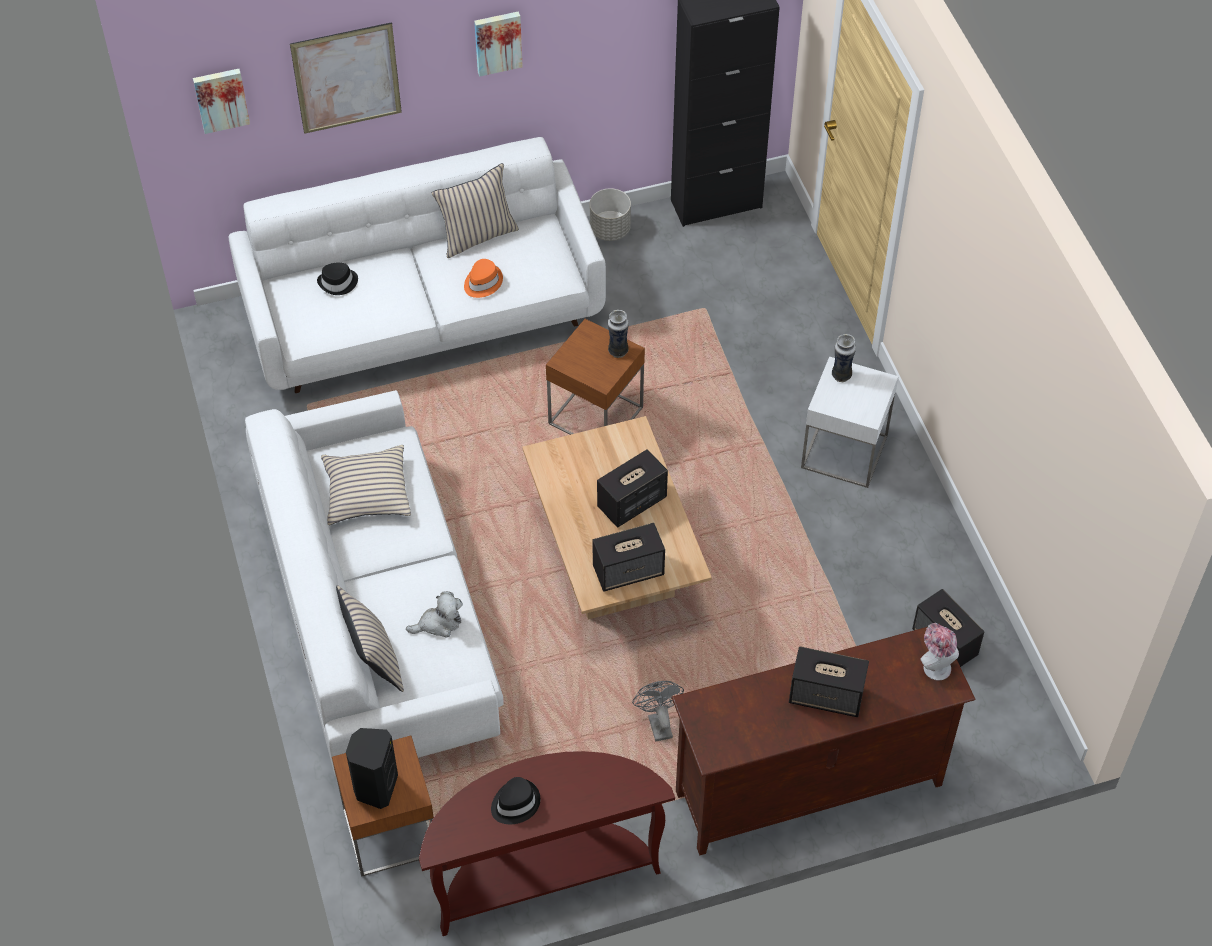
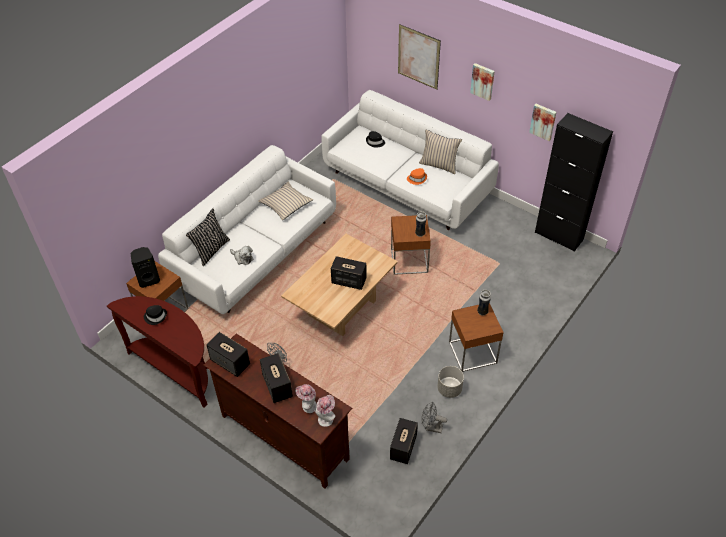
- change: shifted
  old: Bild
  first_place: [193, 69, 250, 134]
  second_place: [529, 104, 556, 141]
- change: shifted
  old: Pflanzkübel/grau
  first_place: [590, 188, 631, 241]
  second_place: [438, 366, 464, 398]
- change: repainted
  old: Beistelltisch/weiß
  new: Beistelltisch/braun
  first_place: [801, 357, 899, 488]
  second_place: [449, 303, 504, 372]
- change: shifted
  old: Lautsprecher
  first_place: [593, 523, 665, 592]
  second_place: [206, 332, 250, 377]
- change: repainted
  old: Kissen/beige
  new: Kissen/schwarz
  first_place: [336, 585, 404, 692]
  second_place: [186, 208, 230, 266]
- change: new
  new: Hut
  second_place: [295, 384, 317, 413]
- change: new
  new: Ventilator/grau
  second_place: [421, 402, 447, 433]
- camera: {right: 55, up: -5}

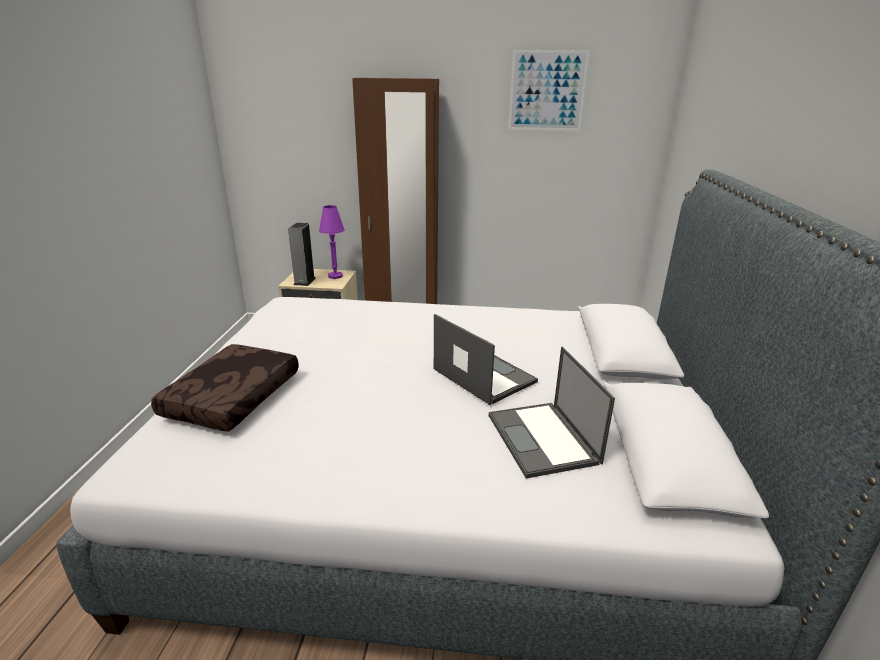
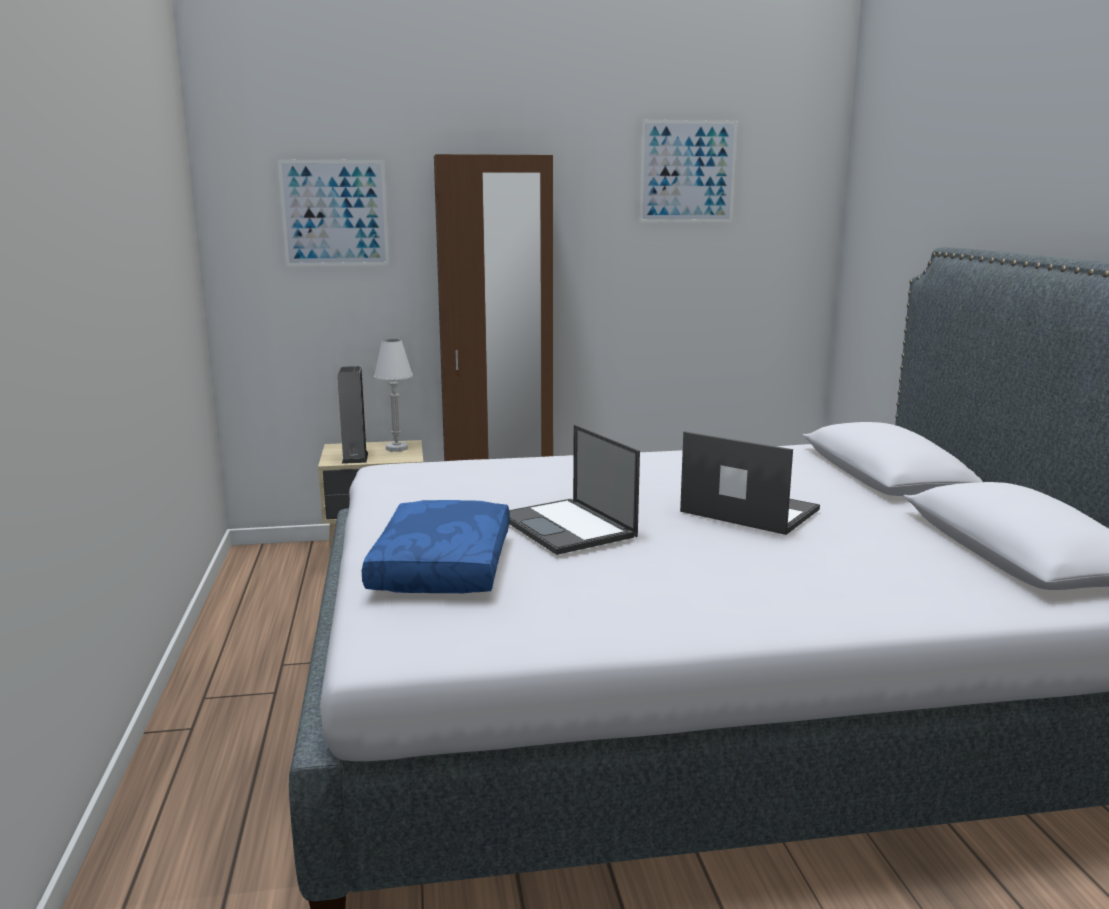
- change: repainted
  old: Tischlampe/lila
  new: Tischlampe/weiß
  first_place: [319, 205, 345, 279]
  second_place: [374, 339, 413, 452]
- change: repainted
  old: Kissen/braun
  new: Kissen/blau
  first_place: [151, 344, 299, 432]
  second_place: [362, 500, 510, 593]
- change: shifted
  old: Laptop
  first_place: [489, 347, 615, 478]
  second_place: [509, 425, 640, 555]
- change: new
  new: Bild
  second_place: [278, 160, 389, 267]
- camera: {right: -15, up: -10}

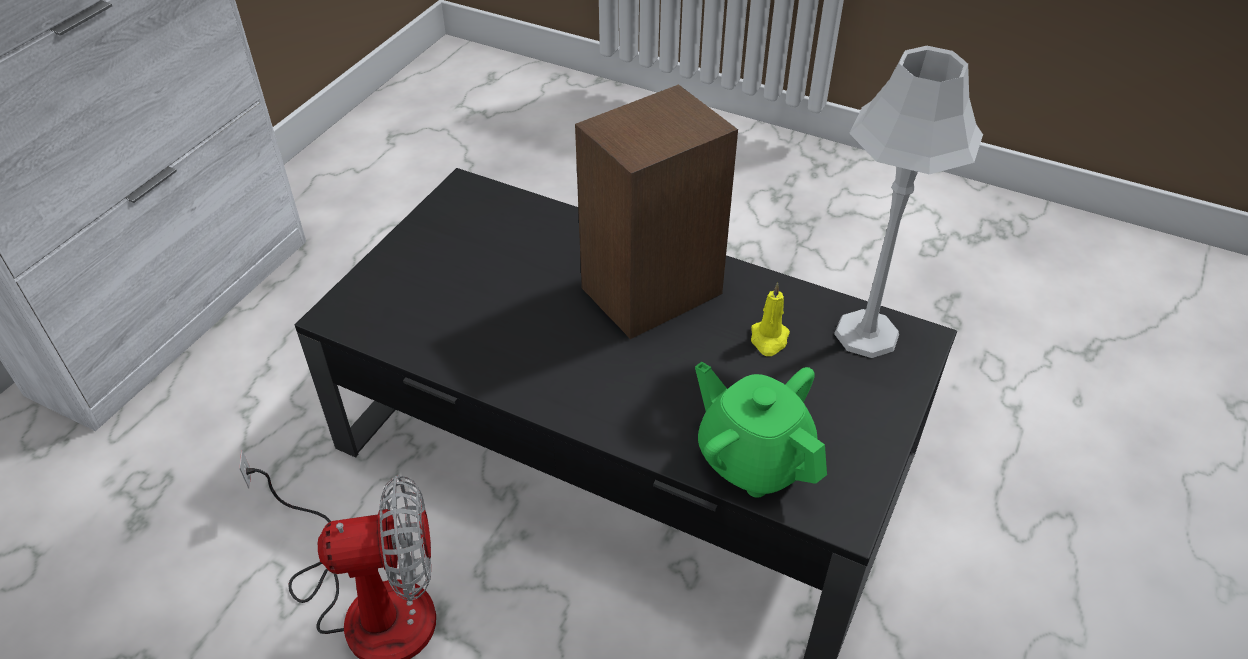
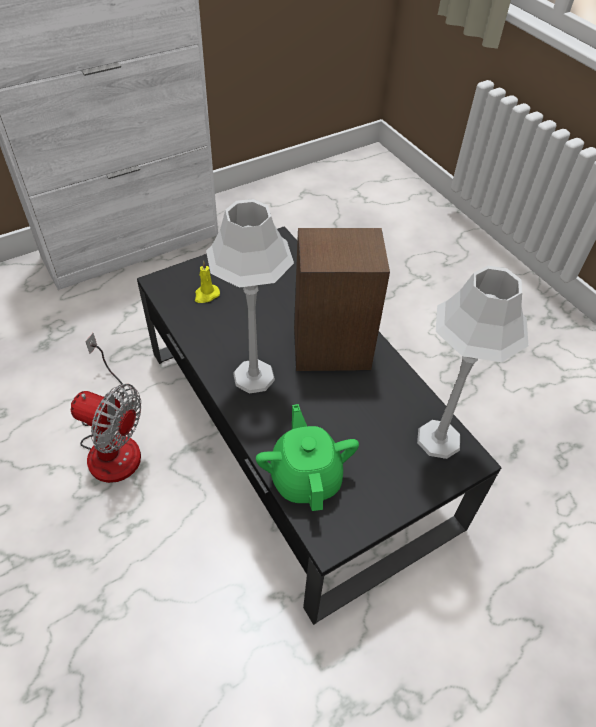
- change: shifted
  old: Kerze/gelb
  first_place: [751, 283, 790, 356]
  second_place: [195, 261, 220, 303]
- change: new
  new: Tischlampe/grau
  second_place: [206, 199, 294, 394]
- camera: {right: 30, up: 5}

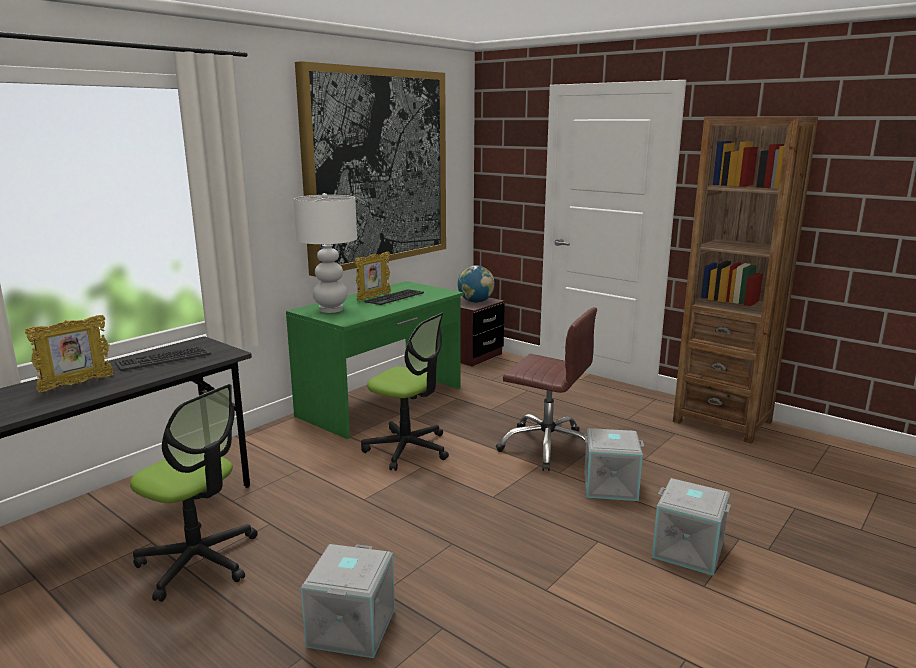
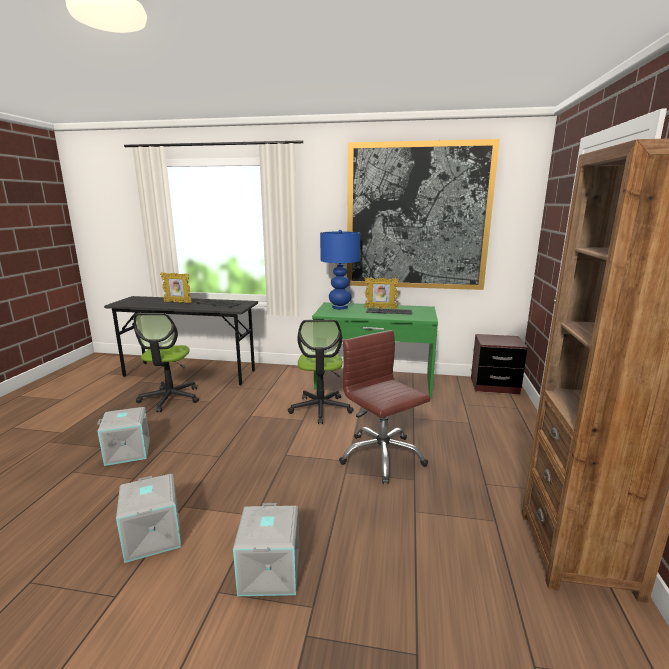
- change: repainted
  old: Tischlampe/weiß
  new: Tischlampe/blau
  first_place: [294, 193, 357, 313]
  second_place: [320, 230, 360, 309]
- change: gone
  old: Globus
  first_place: [458, 265, 495, 303]
- change: rotated
  old: Bürostuhl/braun
  first_place: [496, 307, 597, 471]
  second_place: [339, 330, 430, 484]
  degrees: 150
- change: shifted
  old: Aufbewahrungsbox/grau
  first_place: [584, 428, 644, 501]
  second_place: [116, 474, 181, 563]
- camera: {right: 60, up: 0}

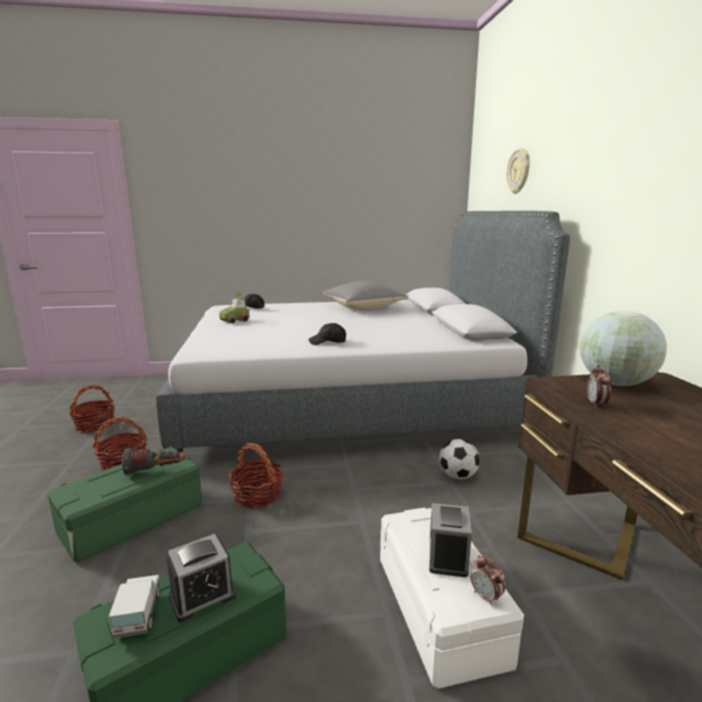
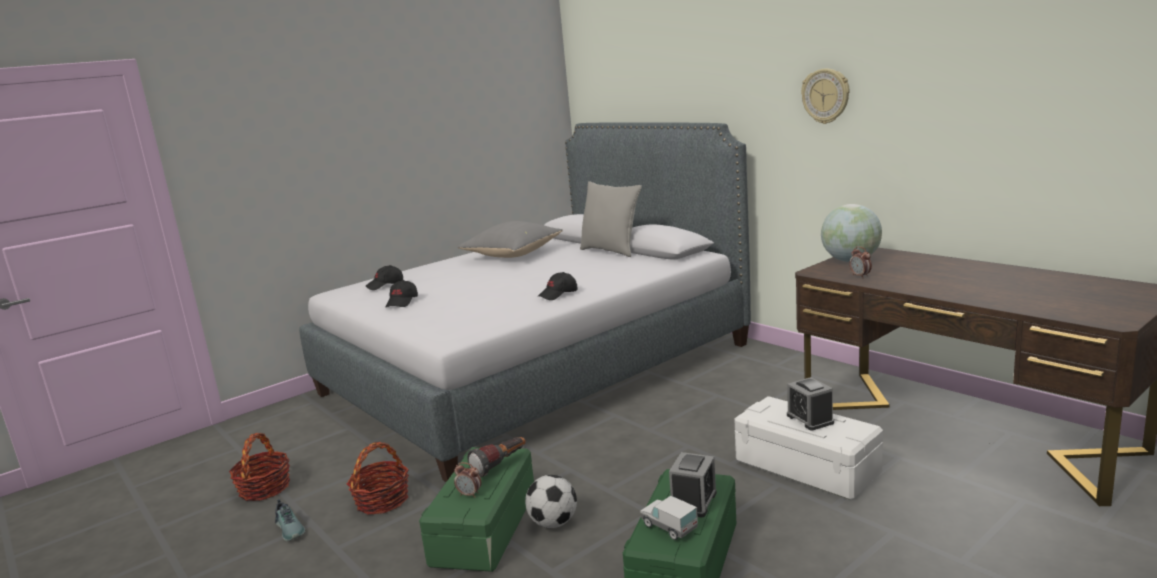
- change: shifted
  old: Wanduhr
  first_place: [507, 148, 530, 194]
  second_place: [801, 68, 849, 124]
- change: swapped
  old: Spielzeugauto
  new: Kappe/schwarz
  first_place: [219, 292, 249, 323]
  second_place: [385, 280, 418, 308]
- change: shifted
  old: Fußball
  first_place: [439, 439, 480, 479]
  second_place: [525, 475, 577, 528]
- change: gone
  old: Korb
  first_place: [229, 443, 283, 509]
- change: shifted
  old: Wecker
  first_place: [470, 555, 505, 606]
  second_place: [454, 462, 481, 498]
- change: new
  new: Kissen/grau
  second_place: [580, 181, 642, 257]
- change: new
  new: Schuh
  second_place: [275, 499, 305, 541]
- camera: {right: -30, up: 0}

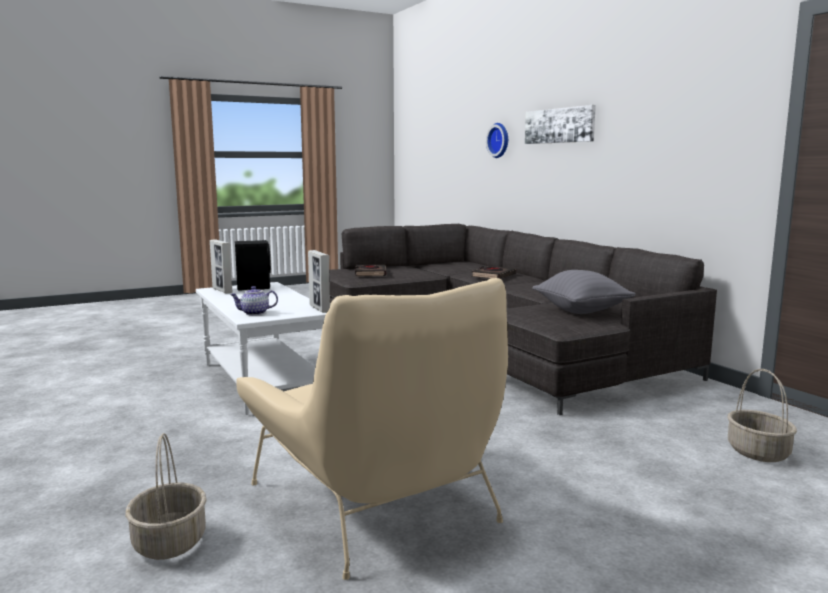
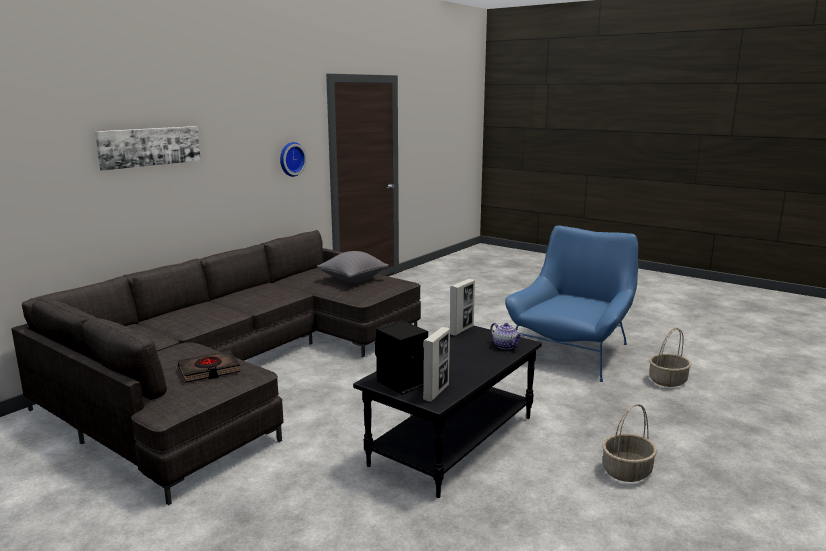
- change: shifted
  old: Wanduhr
  first_place: [486, 123, 508, 158]
  second_place: [280, 142, 307, 177]
- change: gone
  old: Buch/schwarz
  first_place: [472, 266, 516, 279]
- change: repainted
  old: Sessel/beige
  new: Sessel/blau
  first_place: [237, 278, 508, 580]
  second_place: [505, 225, 638, 382]
- change: repainted
  old: Couchtisch/weiß
  new: Couchtisch/schwarz
  first_place: [196, 282, 326, 415]
  second_place: [353, 326, 542, 498]
- change: shifted
  old: Korb
  first_place: [727, 369, 797, 462]
  second_place: [602, 404, 657, 482]
- camera: {right: -115, up: 5}

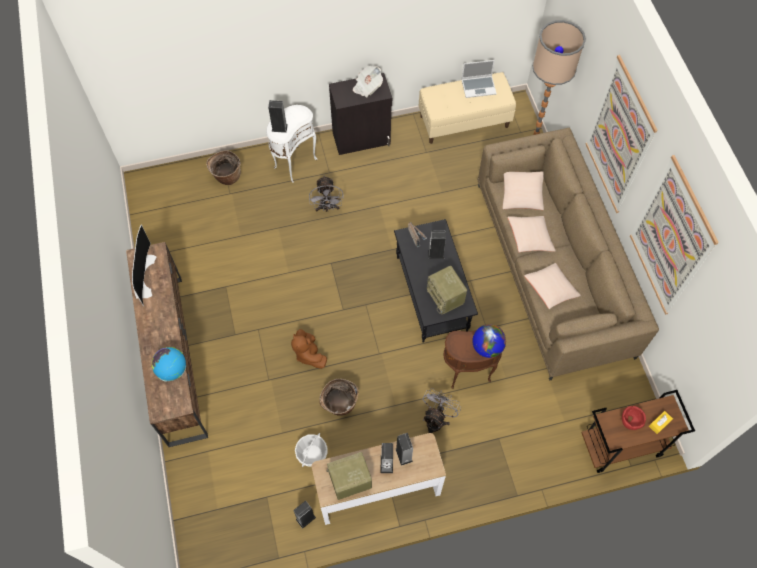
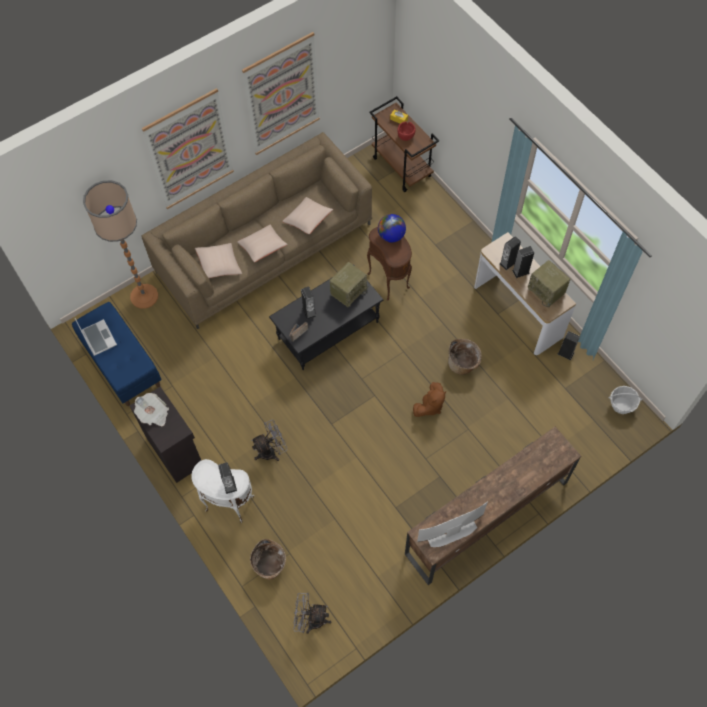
- change: repainted
  old: Bank/beige
  new: Bank/blau
  first_place: [419, 72, 516, 144]
  second_place: [72, 302, 162, 406]
- change: gone
  old: Globus
  first_place: [151, 347, 186, 381]
- change: shifted
  old: Ventilator/grau
  first_place: [422, 388, 461, 433]
  second_place: [293, 592, 331, 634]
- change: shifted
  old: Korb
  first_place: [295, 433, 328, 467]
  second_place: [609, 386, 643, 414]
- camera: {right: -110, up: 0}

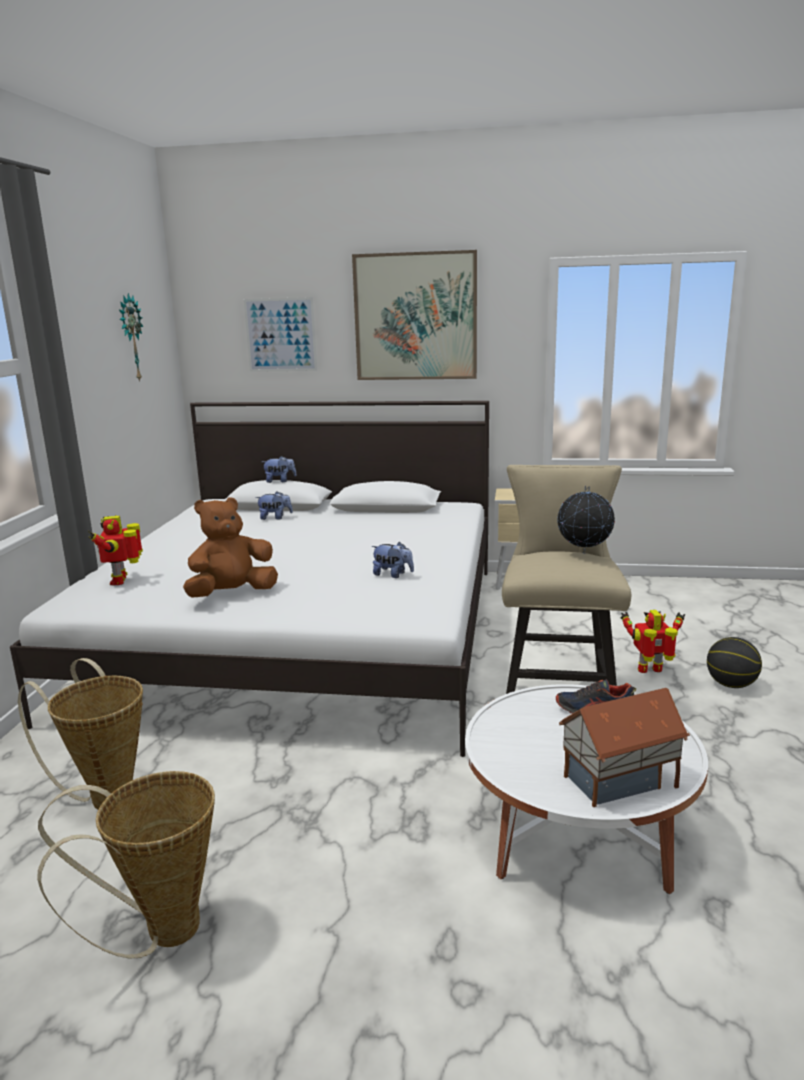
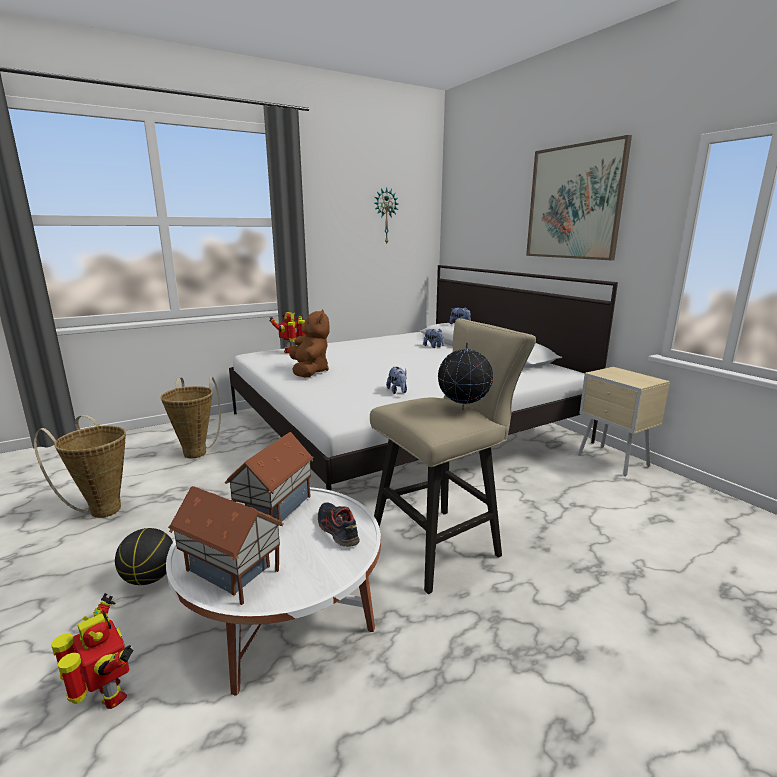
- change: gone
  old: Bild
  first_place: [244, 297, 317, 372]
- change: rotated
  old: Plüschtier/braun
  first_place: [183, 497, 278, 598]
  second_place: [289, 309, 330, 377]
  degrees: 60
- change: shifted
  old: Spielzeugroboter
  first_place: [620, 610, 685, 673]
  second_place: [51, 593, 134, 709]
- change: shifted
  old: Basketball
  first_place: [707, 637, 762, 688]
  second_place: [115, 528, 173, 585]
- change: new
  new: Spielzeughaus
  second_place: [225, 432, 314, 526]
- camera: {right: 50, up: 0}

